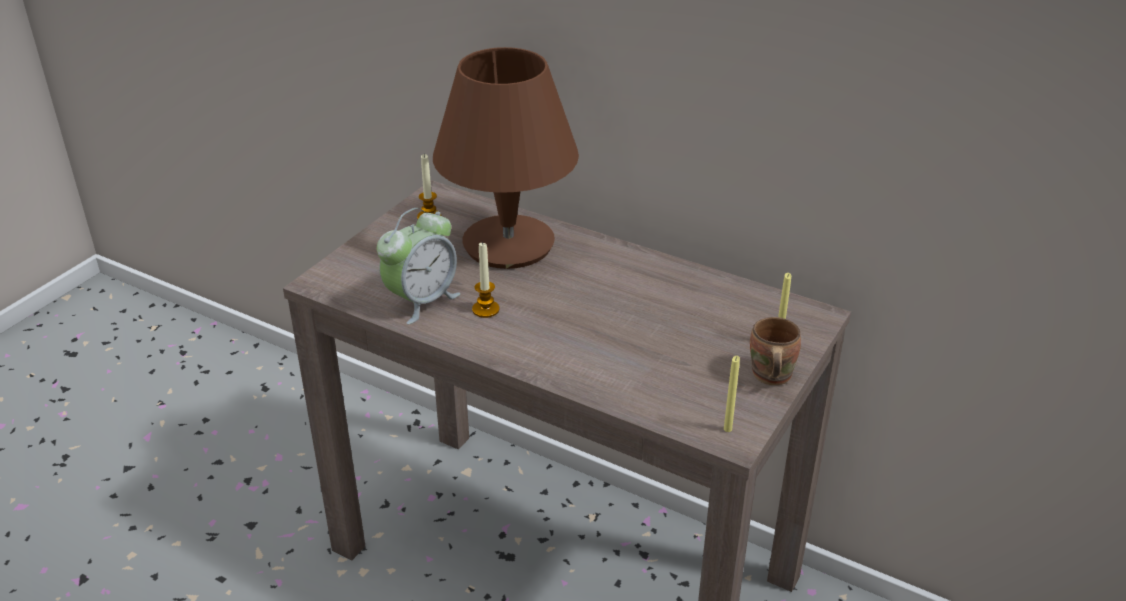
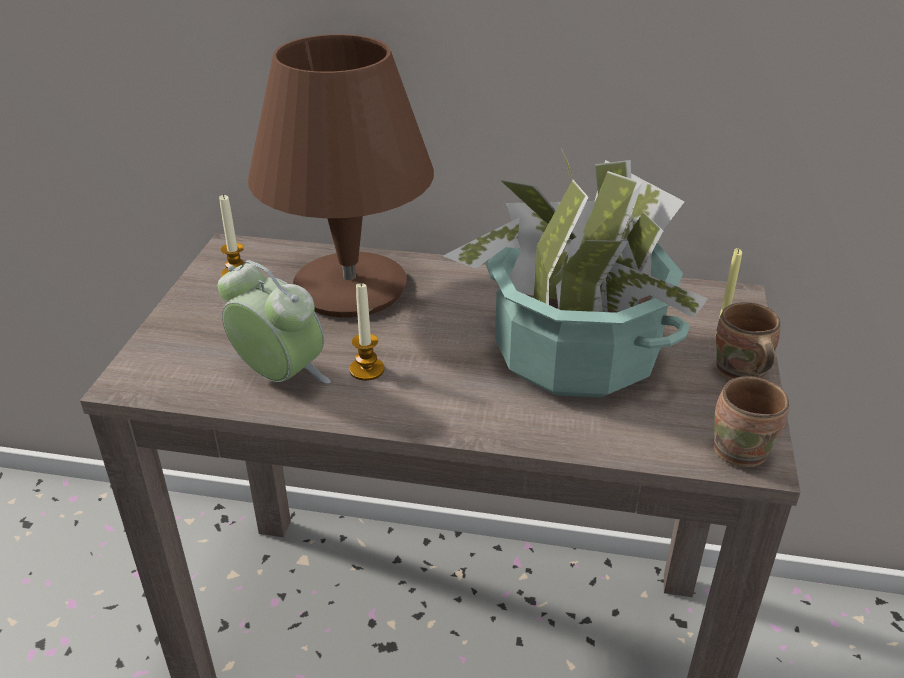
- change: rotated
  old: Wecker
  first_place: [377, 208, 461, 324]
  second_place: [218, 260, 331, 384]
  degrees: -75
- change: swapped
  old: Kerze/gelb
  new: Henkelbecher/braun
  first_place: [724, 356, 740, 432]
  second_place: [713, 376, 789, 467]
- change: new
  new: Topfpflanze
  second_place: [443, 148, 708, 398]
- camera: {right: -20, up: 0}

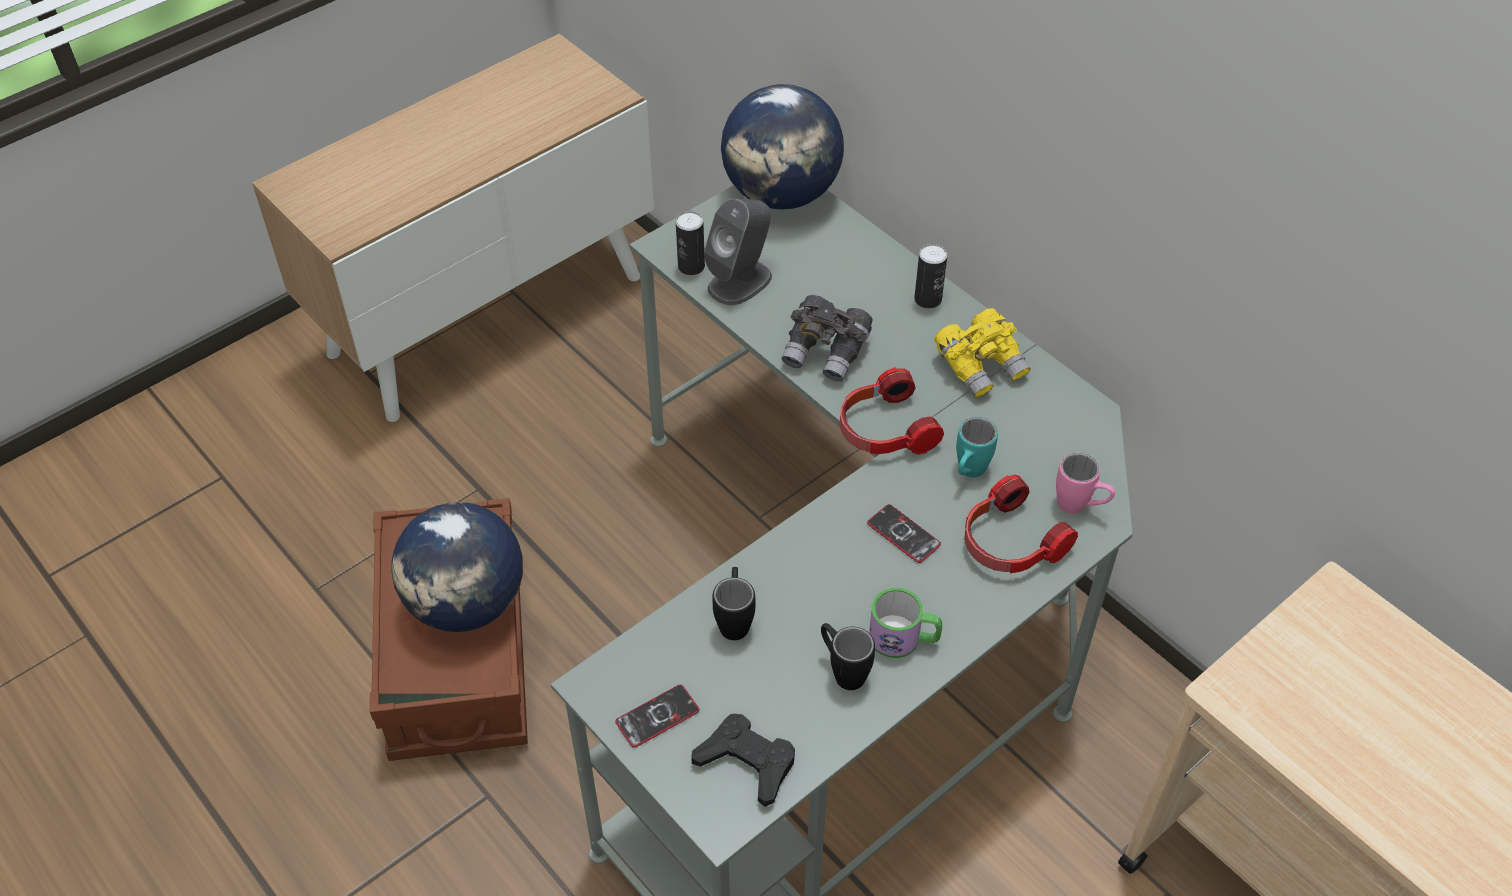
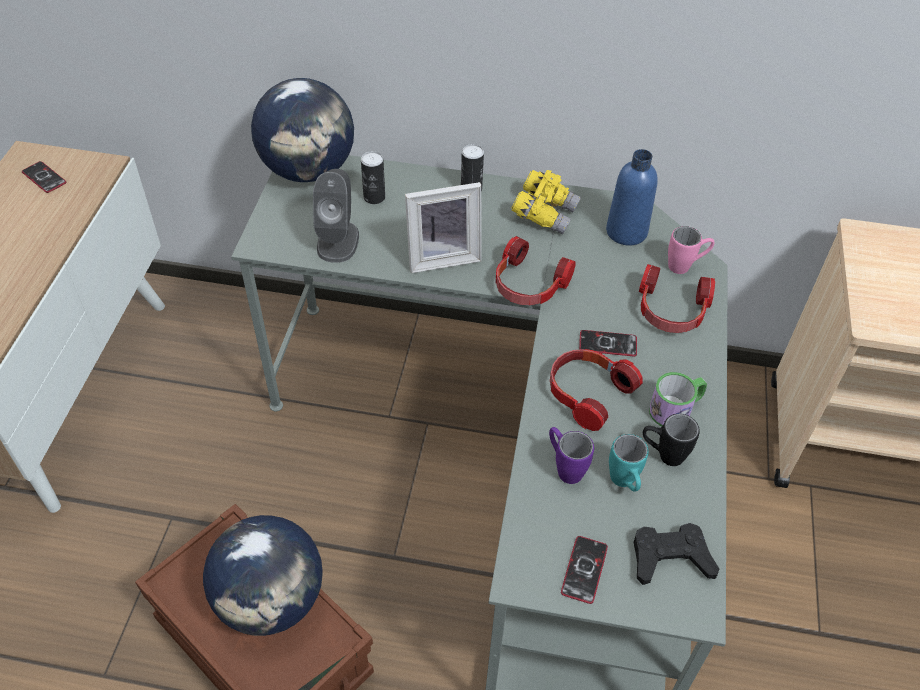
- change: shifted
  old: Dose
  first_place: [676, 211, 705, 275]
  second_place: [361, 151, 385, 204]
- change: swapped
  old: Fernglas/grau
  new: Bilderrahmen
  first_place: [782, 295, 873, 382]
  second_place: [405, 182, 482, 273]
- change: shifted
  old: Henkelbecher/türkis
  first_place: [956, 417, 998, 477]
  second_place: [609, 434, 648, 492]
- change: repainted
  old: Henkelbecher/schwarz
  new: Henkelbecher/lila
  first_place: [712, 567, 755, 640]
  second_place: [549, 427, 594, 484]
- change: new
  new: Flasche/blau
  second_place: [606, 149, 658, 246]
- change: new
  new: Handy
  second_place: [22, 161, 66, 193]
- change: new
  new: Kopfhörer
  second_place: [550, 349, 643, 431]
- camera: {right: -40, up: 0}

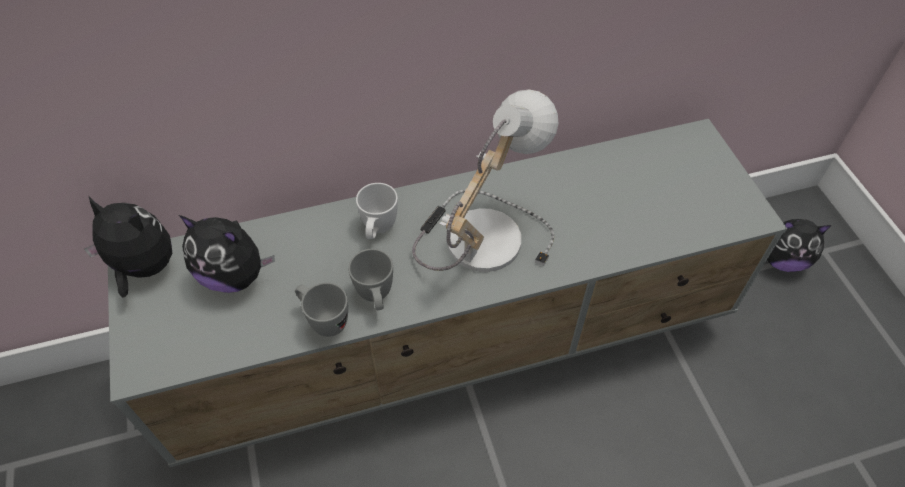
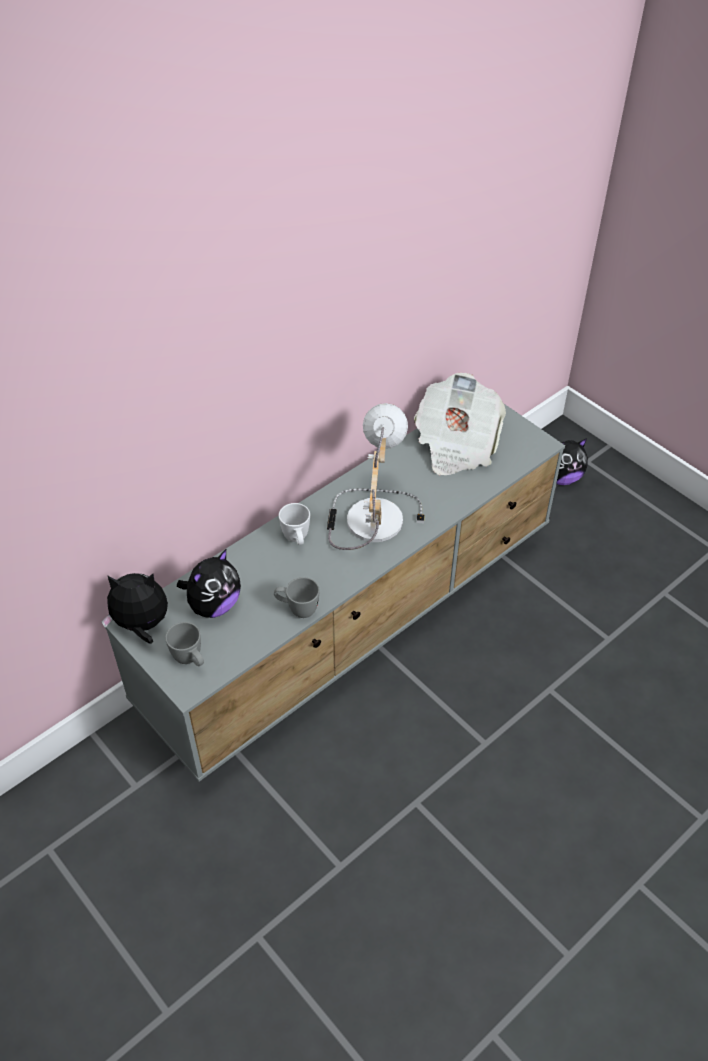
- change: rotated
  old: Plüschtier
  first_place: [179, 215, 275, 293]
  second_place: [177, 549, 241, 618]
  degrees: -45
- change: shifted
  old: Henkelbecher/grau
  first_place: [348, 249, 393, 310]
  second_place: [165, 622, 204, 666]
- change: new
  new: Zeitung
  second_place: [414, 373, 506, 475]
- camera: {right: -25, up: -5}

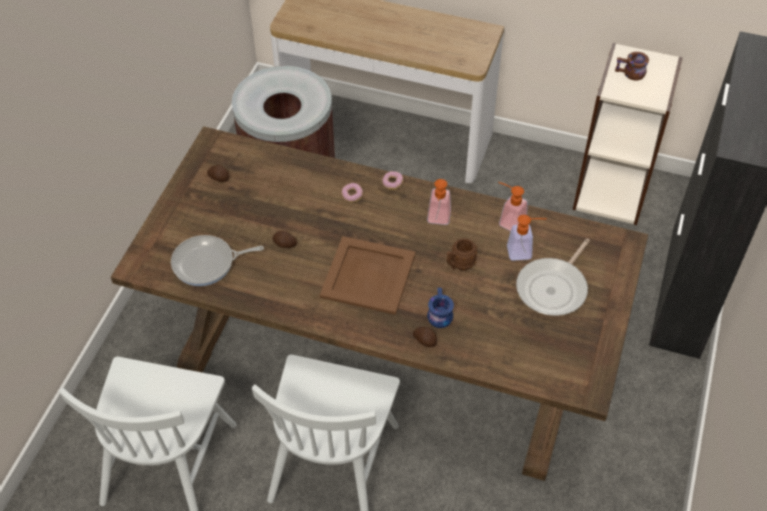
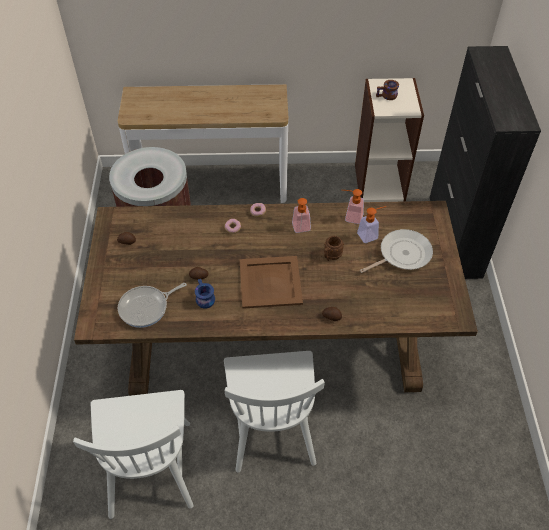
- change: rotated
  old: Pfanne
  first_place: [516, 239, 590, 316]
  second_place: [360, 229, 433, 273]
  degrees: -135
- change: shifted
  old: Henkelbecher/blau
  first_place: [427, 288, 454, 328]
  second_place: [195, 279, 215, 308]
- camera: {right: -20, up: 0}

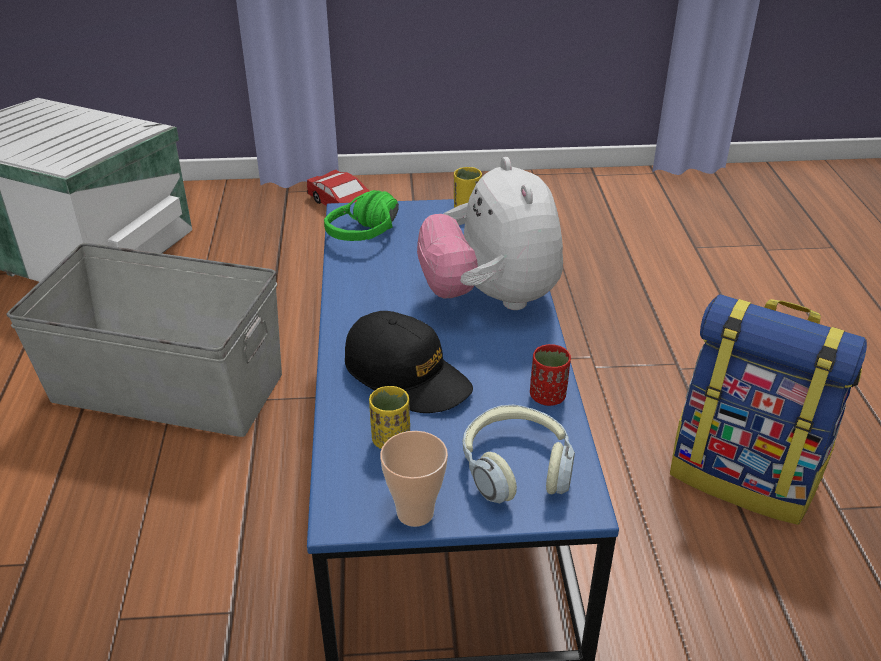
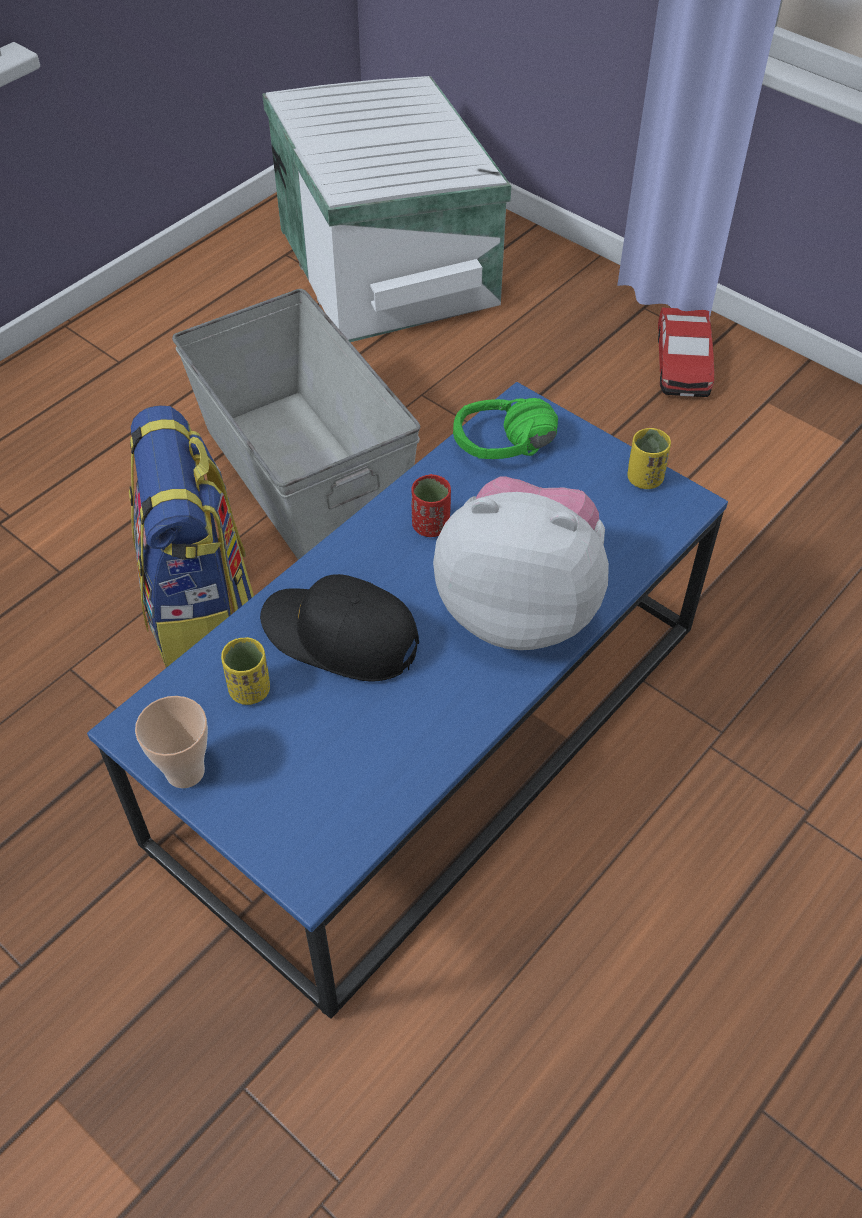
- change: rotated
  old: Plüschtier
  first_place: [417, 157, 563, 310]
  second_place: [433, 476, 609, 650]
  degrees: 75
- change: shifted
  old: Rucksack
  first_place: [670, 294, 867, 525]
  second_place: [129, 406, 254, 668]
- change: rotated
  old: Kappe/schwarz
  first_place: [345, 311, 473, 413]
  second_place: [260, 574, 419, 682]
  degrees: 120
- change: shifted
  old: Tasse/rot
  first_place: [530, 344, 571, 406]
  second_place: [412, 474, 451, 537]
- change: gone
  old: Kopfhörer
  first_place: [463, 405, 575, 503]
- camera: {right: 45, up: 15}

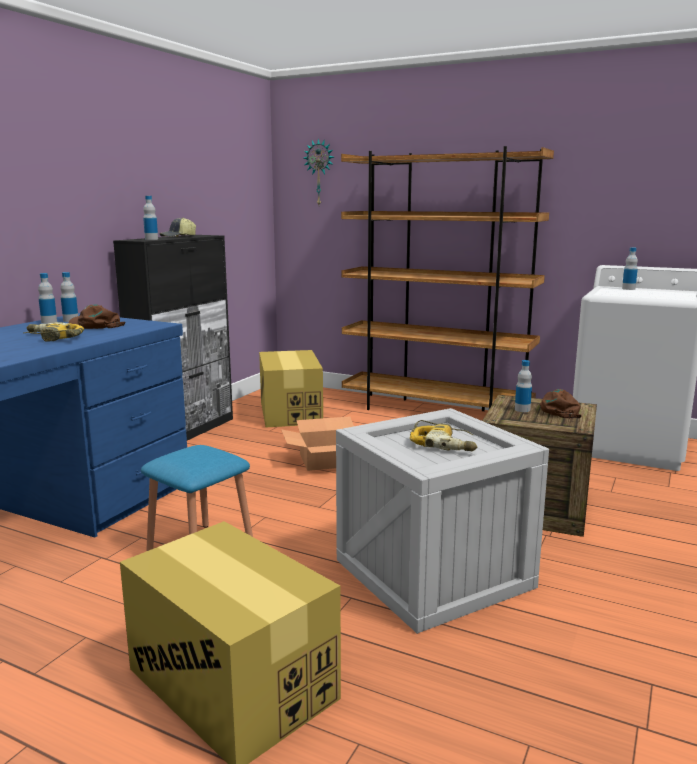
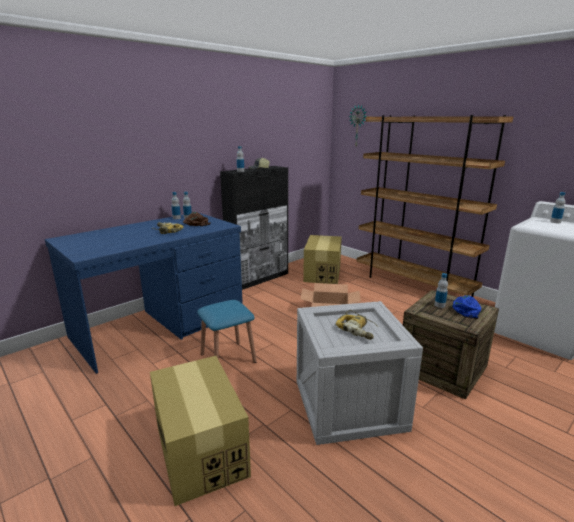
- change: repainted
  old: Kappe/braun
  new: Kappe/blau
  first_place: [539, 389, 582, 419]
  second_place: [453, 295, 481, 319]
- camera: {right: 20, up: 5}

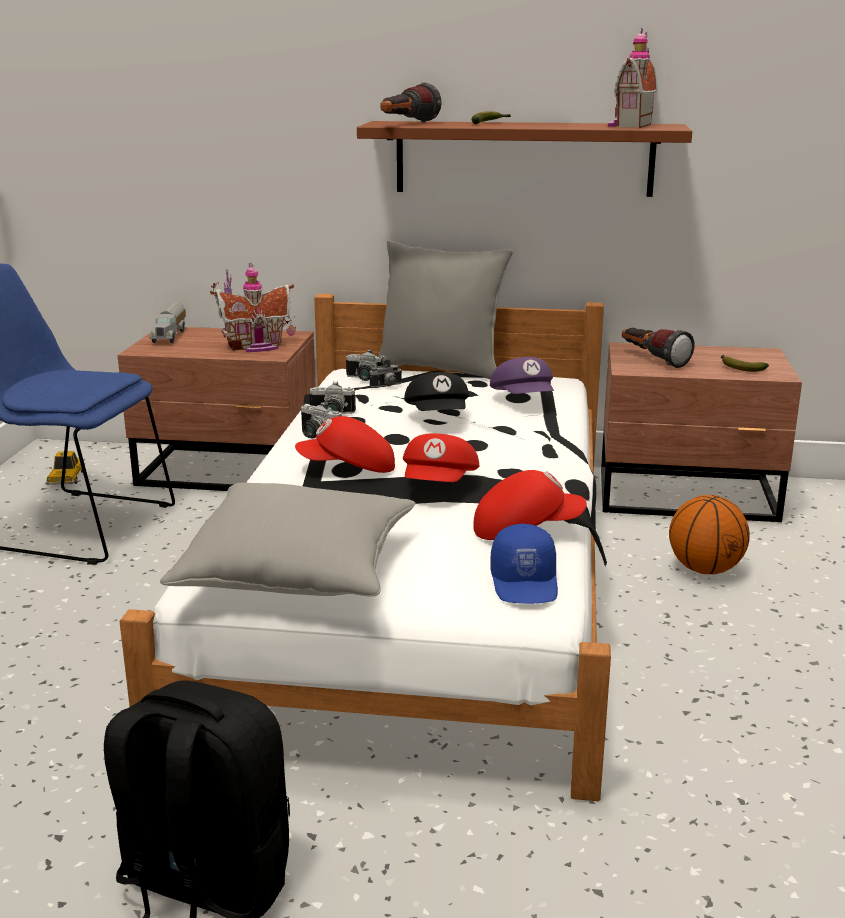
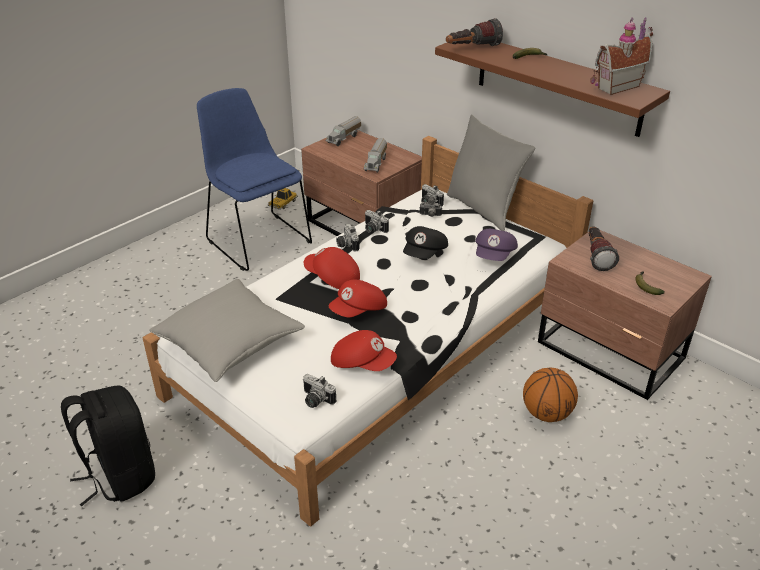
- change: swapped
  old: Spielzeughaus
  new: Spielzeuglaster
  first_place: [210, 262, 296, 352]
  second_place: [364, 138, 387, 173]
- change: swapped
  old: Kappe/blau
  new: Kamera
  first_place: [490, 524, 558, 604]
  second_place: [303, 374, 336, 408]
- camera: {right: 35, up: 15}

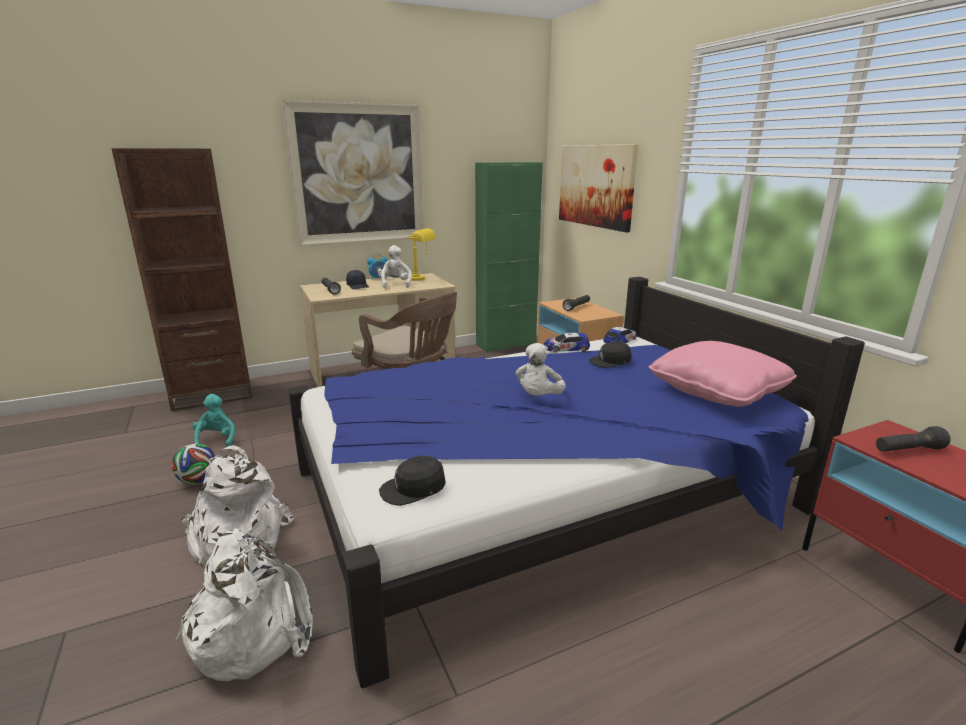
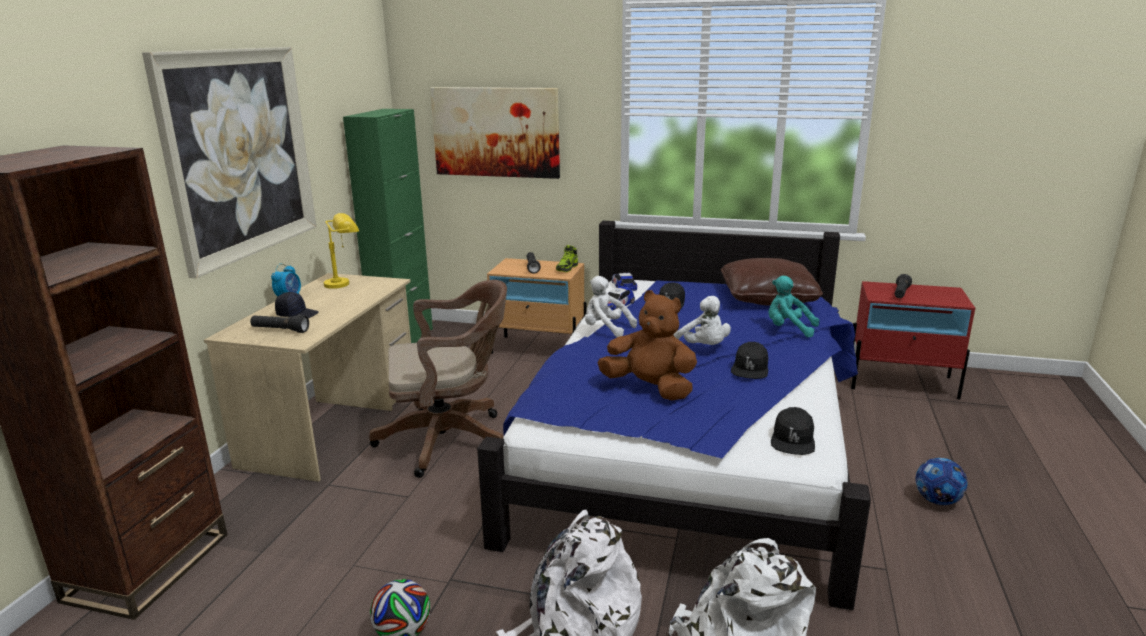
- change: shifted
  old: Plüschtier/weiß
  first_place: [377, 245, 412, 288]
  second_place: [585, 276, 637, 337]
- change: repainted
  old: Kissen/rosa
  new: Kissen/braun
  first_place: [648, 341, 797, 407]
  second_place: [721, 258, 823, 305]
- change: shifted
  old: Plüschtier/türkis
  first_place: [193, 394, 235, 447]
  second_place: [768, 276, 819, 337]
- change: new
  new: Schuh
  second_place: [556, 245, 578, 272]
- change: new
  new: Plüschtier/braun
  second_place: [597, 290, 697, 401]
- change: new
  new: Kappe/schwarz
  second_place: [731, 342, 768, 379]
- change: new
  new: Fußball
  second_place: [916, 458, 968, 505]
- camera: {right: -50, up: 0}

